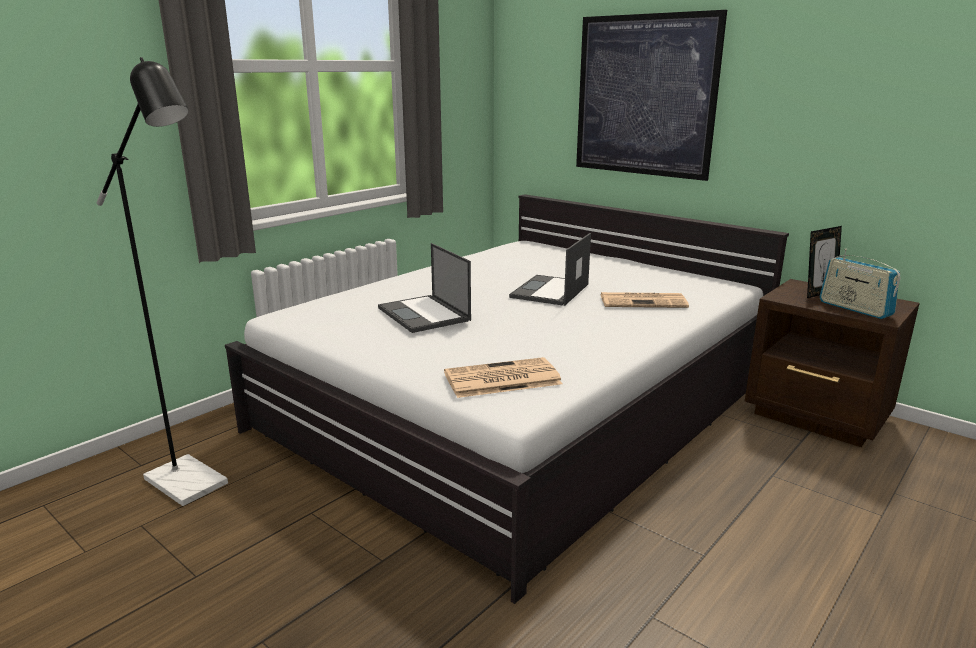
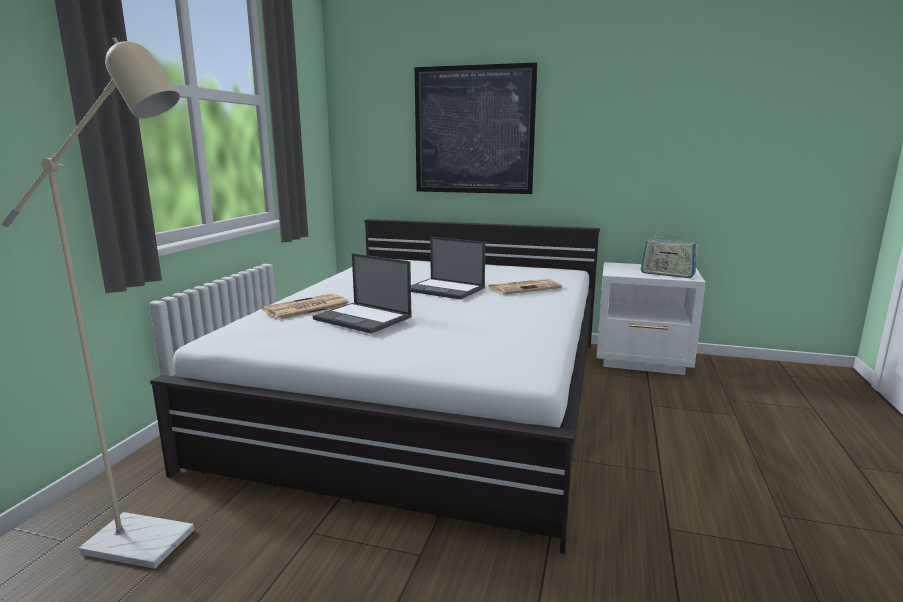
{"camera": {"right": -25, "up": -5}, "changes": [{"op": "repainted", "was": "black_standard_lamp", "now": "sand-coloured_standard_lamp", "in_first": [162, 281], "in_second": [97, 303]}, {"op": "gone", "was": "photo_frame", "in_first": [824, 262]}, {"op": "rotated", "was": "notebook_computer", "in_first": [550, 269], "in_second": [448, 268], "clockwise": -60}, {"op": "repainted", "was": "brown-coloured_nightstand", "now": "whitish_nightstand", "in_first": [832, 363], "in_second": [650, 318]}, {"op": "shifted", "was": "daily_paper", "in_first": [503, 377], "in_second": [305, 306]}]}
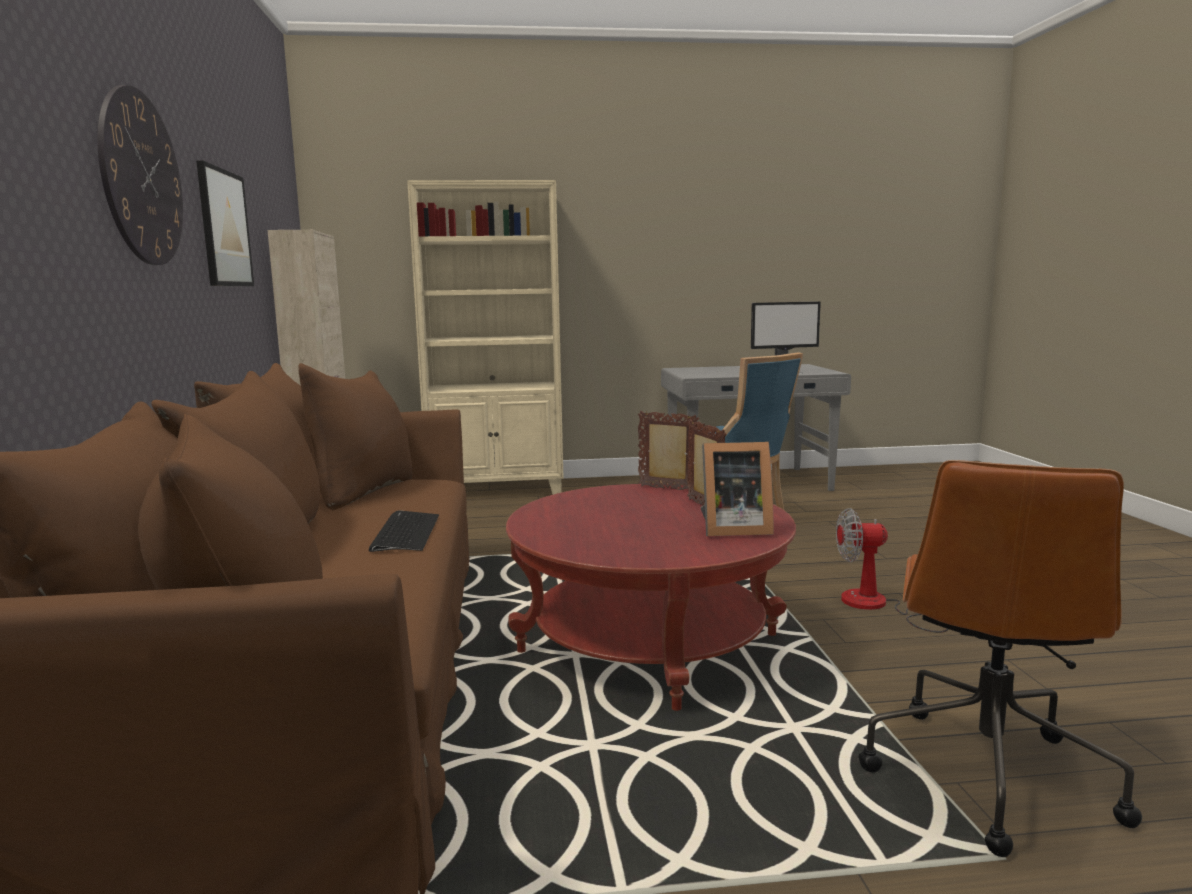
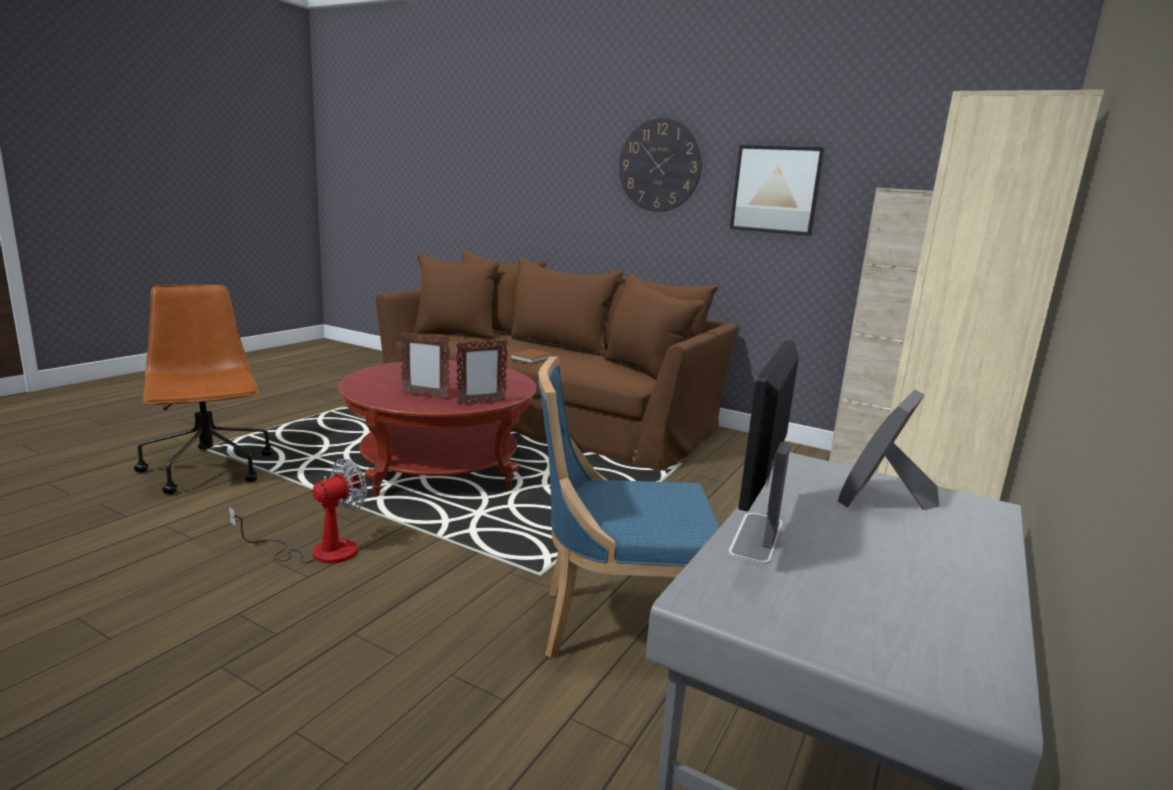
{"camera": {"right": 125, "up": 5}, "changes": [{"op": "shifted", "was": "photo_frame", "in_first": [737, 489], "in_second": [888, 449]}, {"op": "swapped", "was": "PC_keyboard", "now": "brown-coloured_book", "in_first": [404, 531], "in_second": [531, 356]}]}
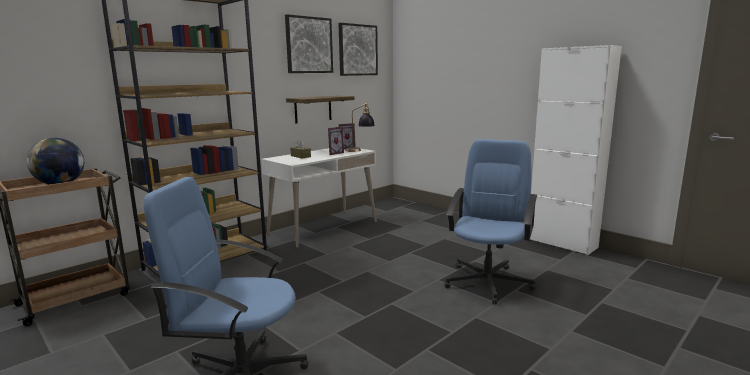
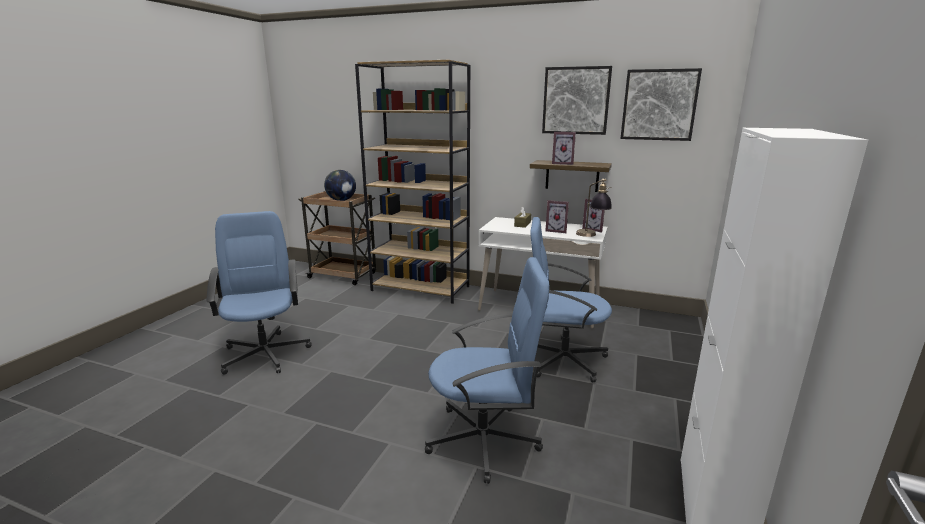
{"camera": {"right": 65, "up": 5}, "changes": [{"op": "new", "now": "photo_frame", "in_second": [564, 148]}, {"op": "new", "now": "bluish_office_chair", "in_second": [571, 300]}]}
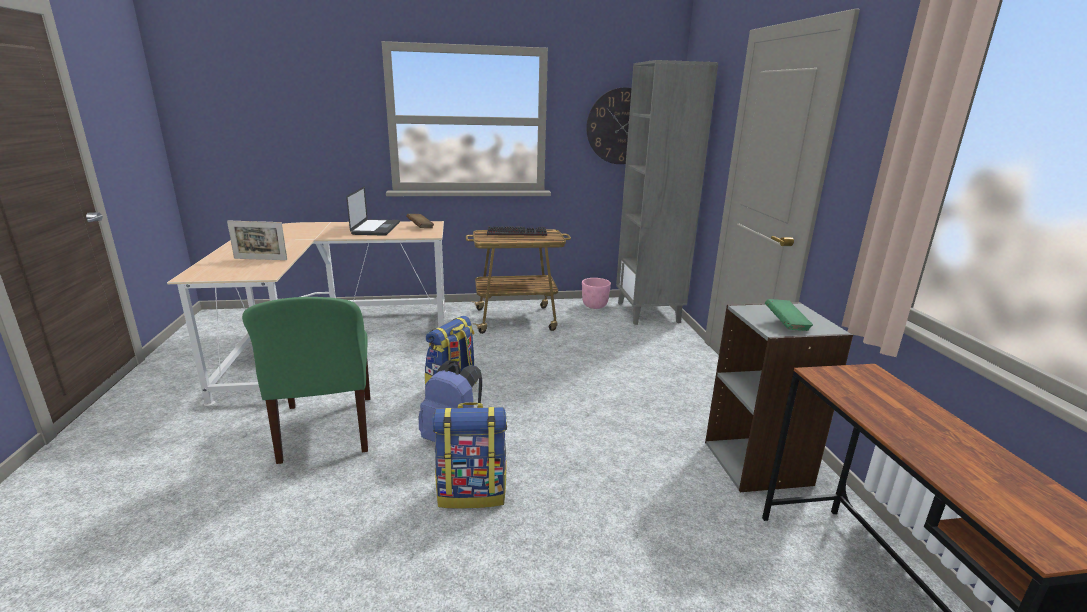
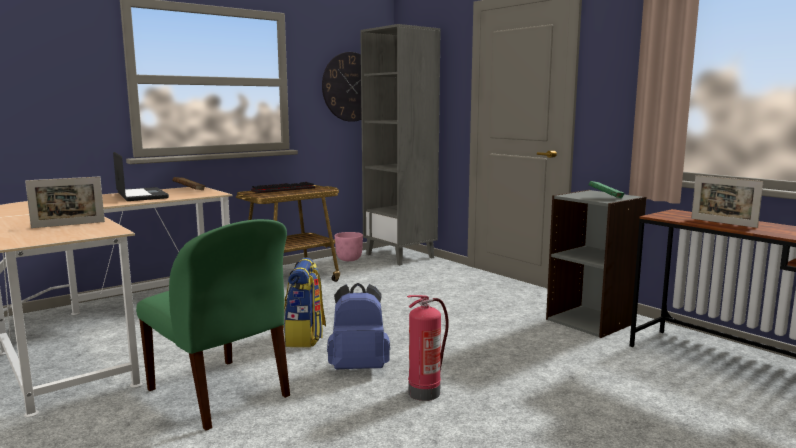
{"camera": {"right": -30, "up": -10}, "changes": [{"op": "swapped", "was": "knapsack", "now": "fire-fighting_cylinder", "in_first": [469, 455], "in_second": [428, 348]}, {"op": "new", "now": "photo_frame", "in_second": [727, 201]}]}
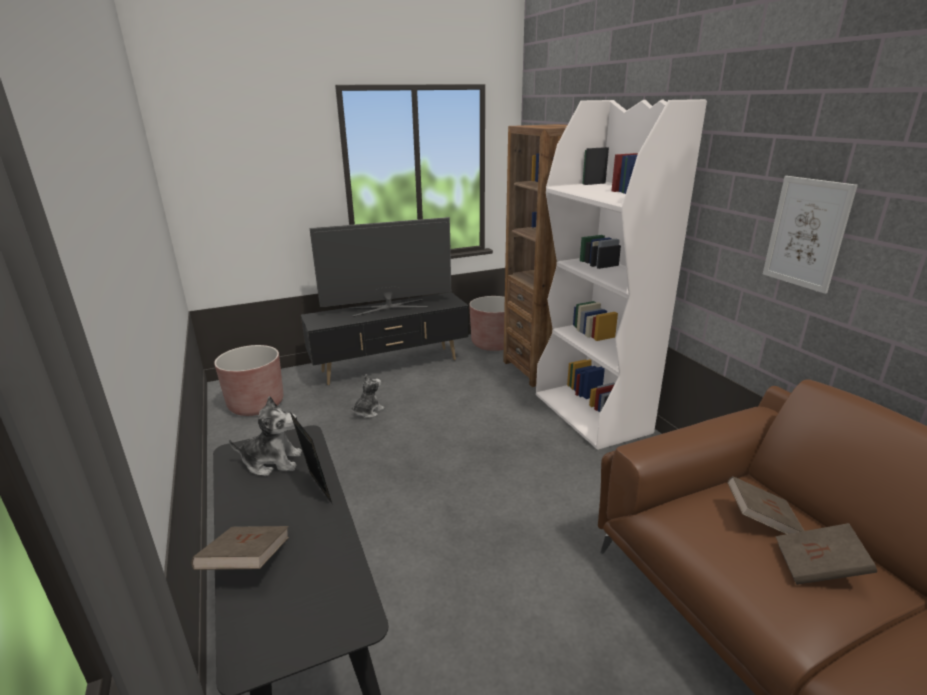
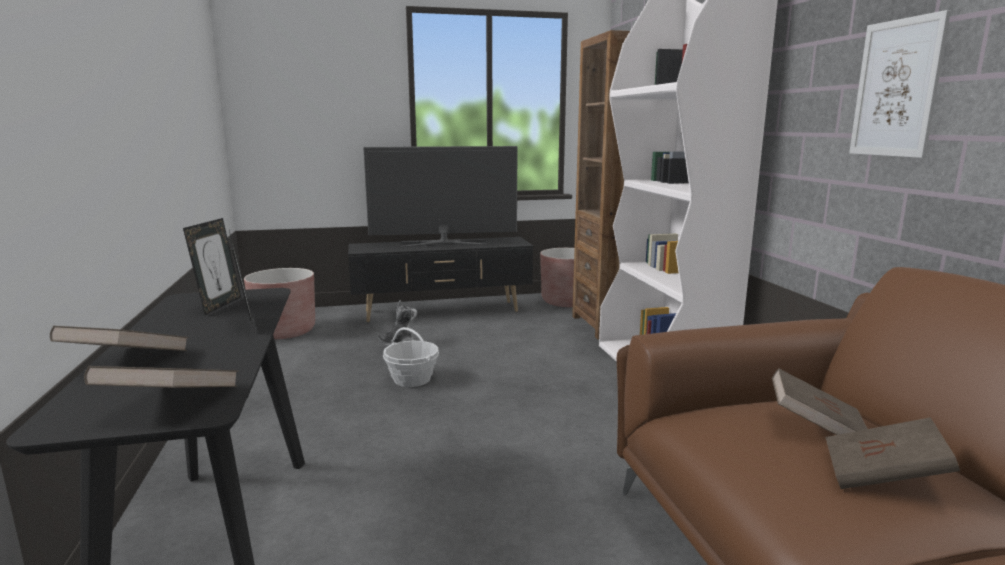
{"camera": {"right": 10, "up": -10}, "changes": [{"op": "swapped", "was": "plush_toy", "now": "photo_frame", "in_first": [265, 436], "in_second": [212, 266]}, {"op": "new", "now": "basket", "in_second": [411, 357]}, {"op": "new", "now": "brown-coloured_book", "in_second": [161, 377]}]}
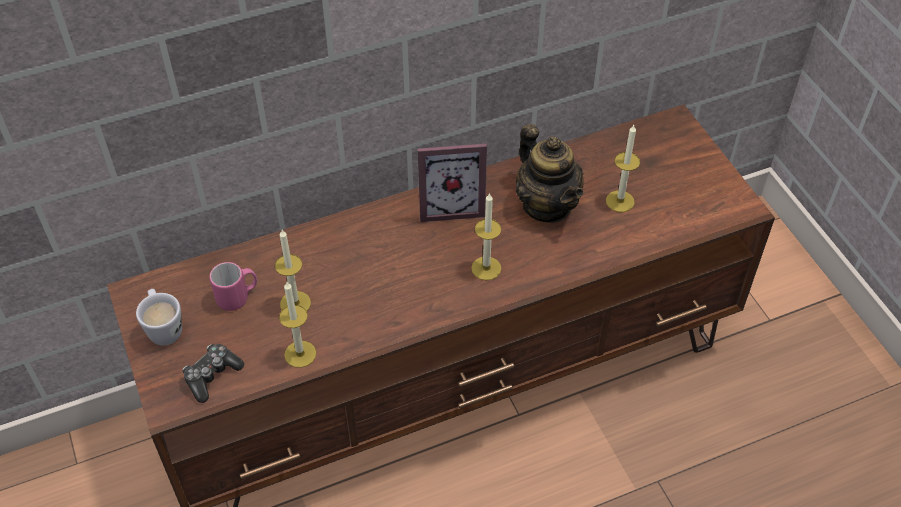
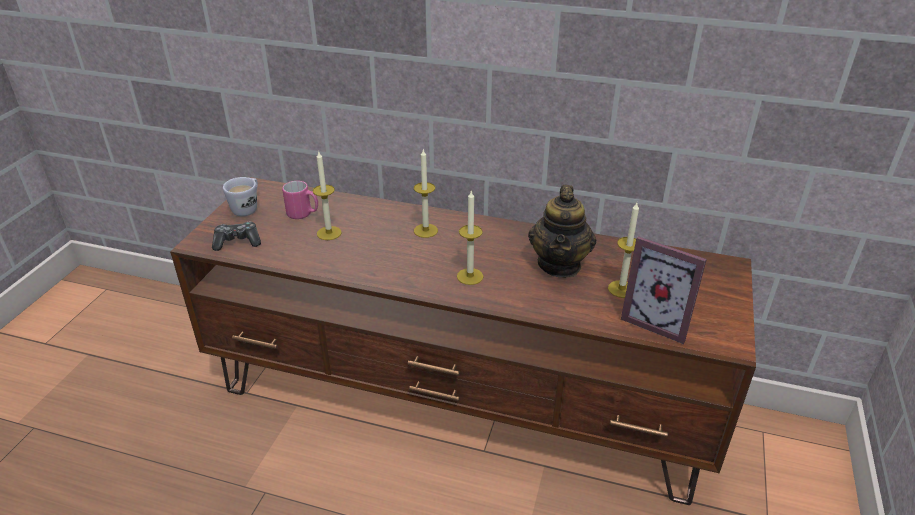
{"camera": {"right": 40, "up": -15}, "changes": [{"op": "shifted", "was": "photo_frame", "in_first": [452, 182], "in_second": [664, 290]}, {"op": "shifted", "was": "wax_light", "in_first": [297, 324], "in_second": [426, 193]}]}
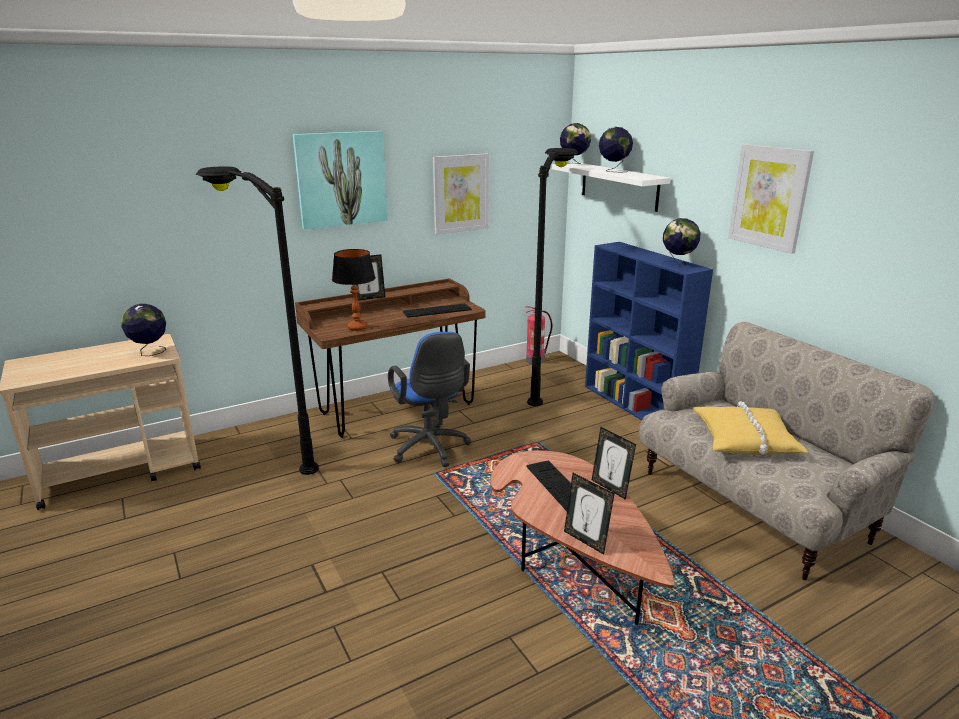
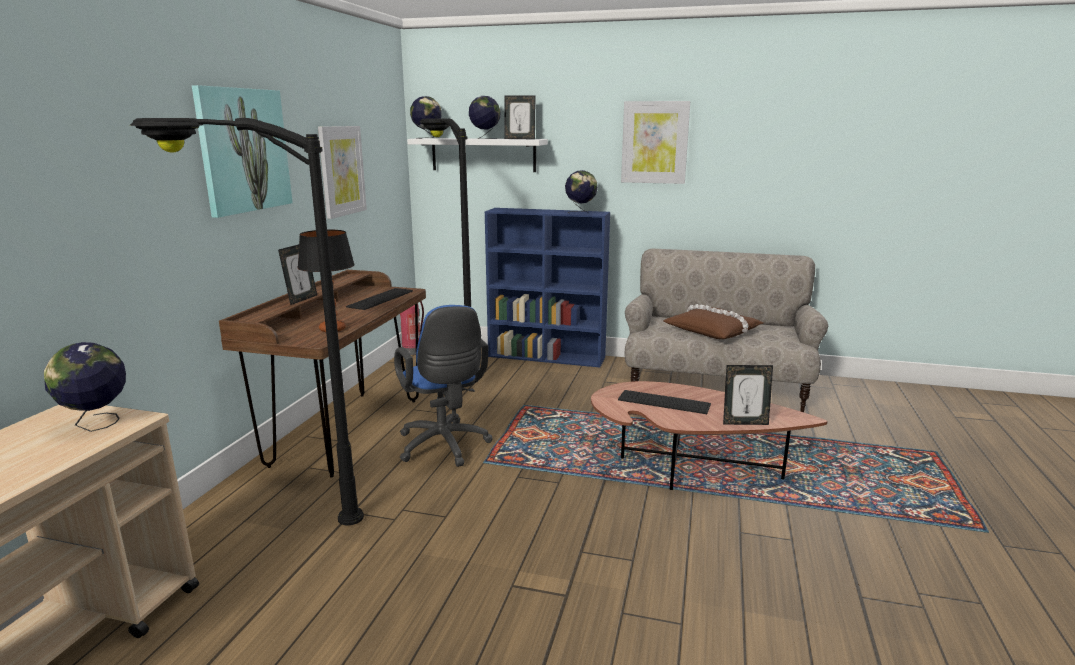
{"camera": {"right": -45, "up": -5}, "changes": [{"op": "rotated", "was": "bluish_office_chair", "in_first": [429, 399], "in_second": [443, 386], "clockwise": 45}, {"op": "repainted", "was": "yellowish_pillow", "now": "brown-coloured_pillow", "in_first": [750, 428], "in_second": [713, 321]}, {"op": "shifted", "was": "photo_frame", "in_first": [614, 463], "in_second": [520, 117]}]}
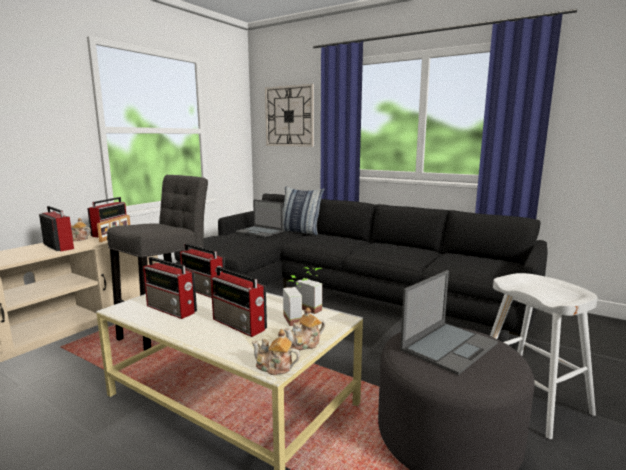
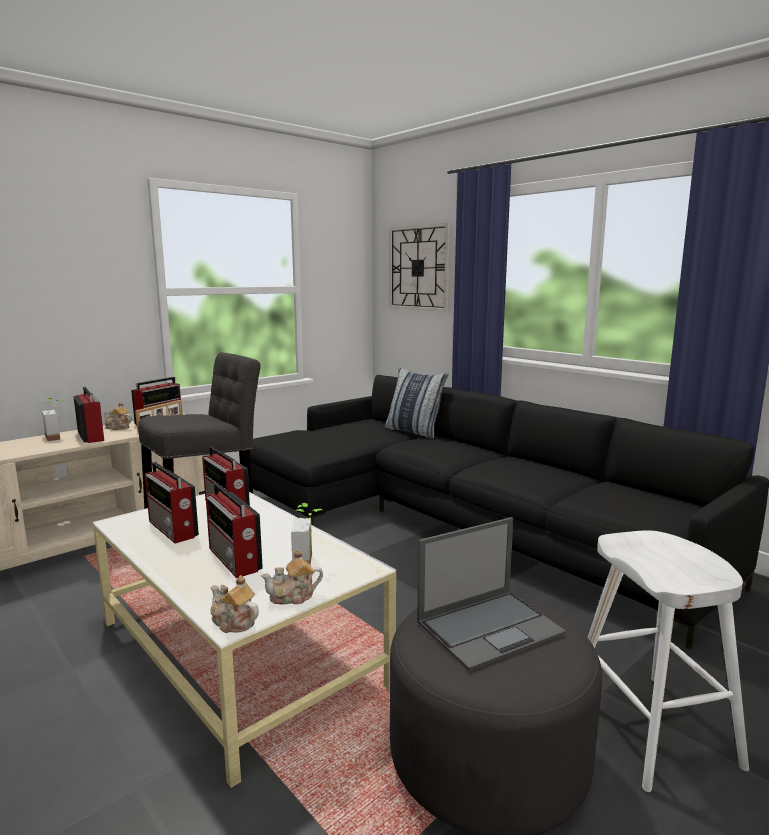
{"camera": {"right": 15, "up": 0}, "changes": [{"op": "gone", "was": "notebook_computer", "in_first": [259, 218]}, {"op": "shifted", "was": "plant_in_a_pot", "in_first": [309, 290], "in_second": [53, 419]}]}
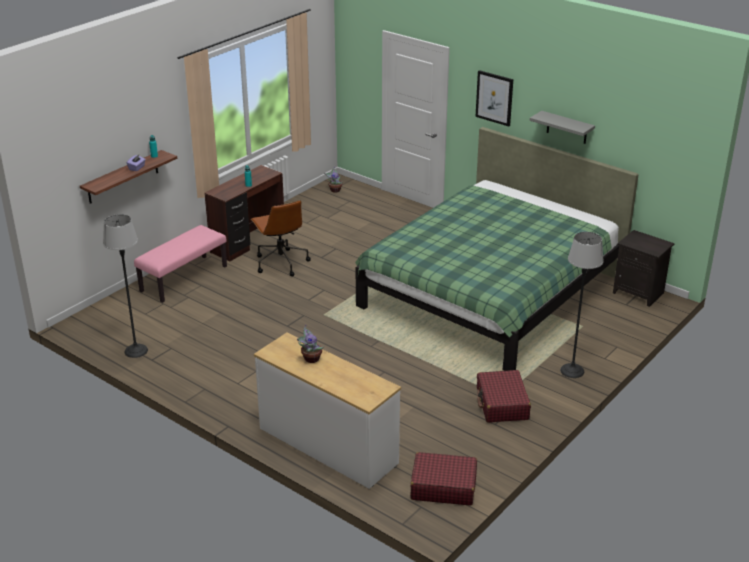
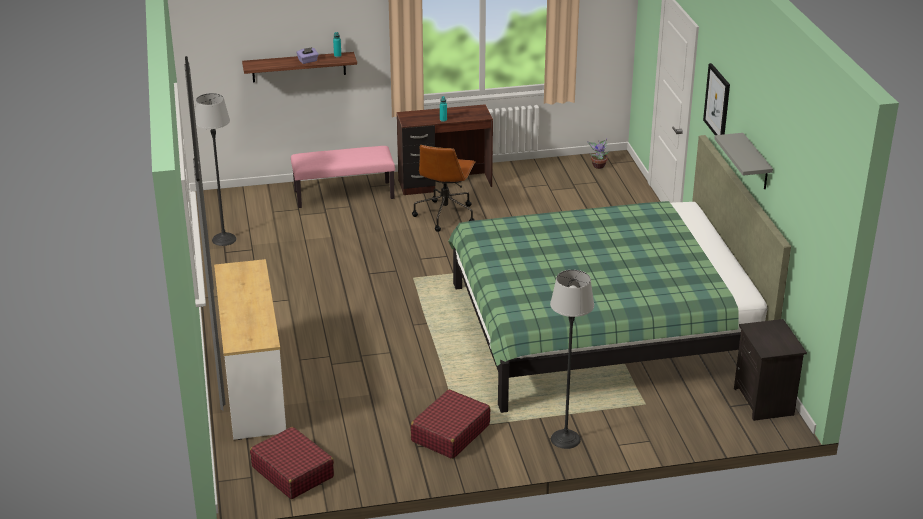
{"camera": {"right": 40, "up": 0}, "changes": [{"op": "gone", "was": "plant_in_a_pot", "in_first": [311, 344]}]}
